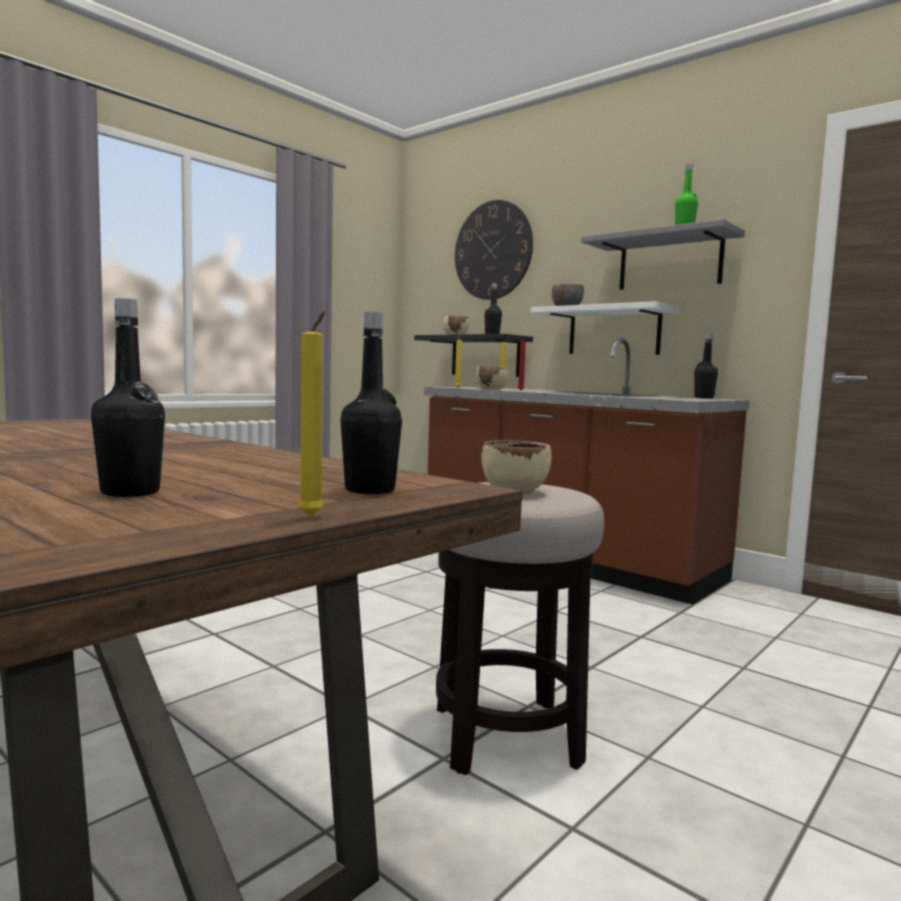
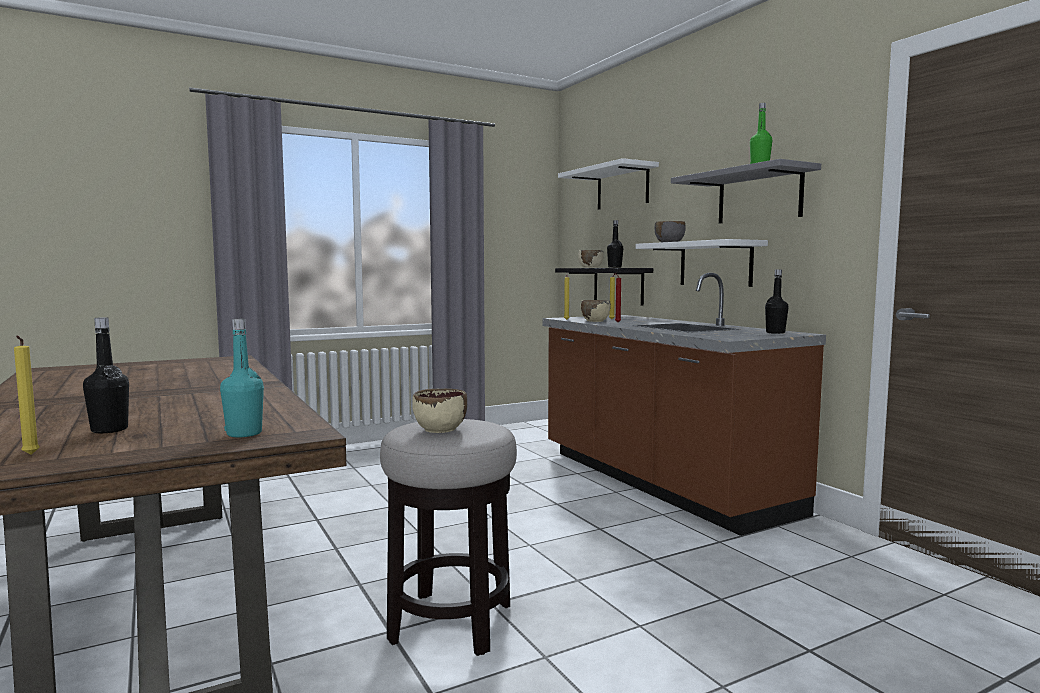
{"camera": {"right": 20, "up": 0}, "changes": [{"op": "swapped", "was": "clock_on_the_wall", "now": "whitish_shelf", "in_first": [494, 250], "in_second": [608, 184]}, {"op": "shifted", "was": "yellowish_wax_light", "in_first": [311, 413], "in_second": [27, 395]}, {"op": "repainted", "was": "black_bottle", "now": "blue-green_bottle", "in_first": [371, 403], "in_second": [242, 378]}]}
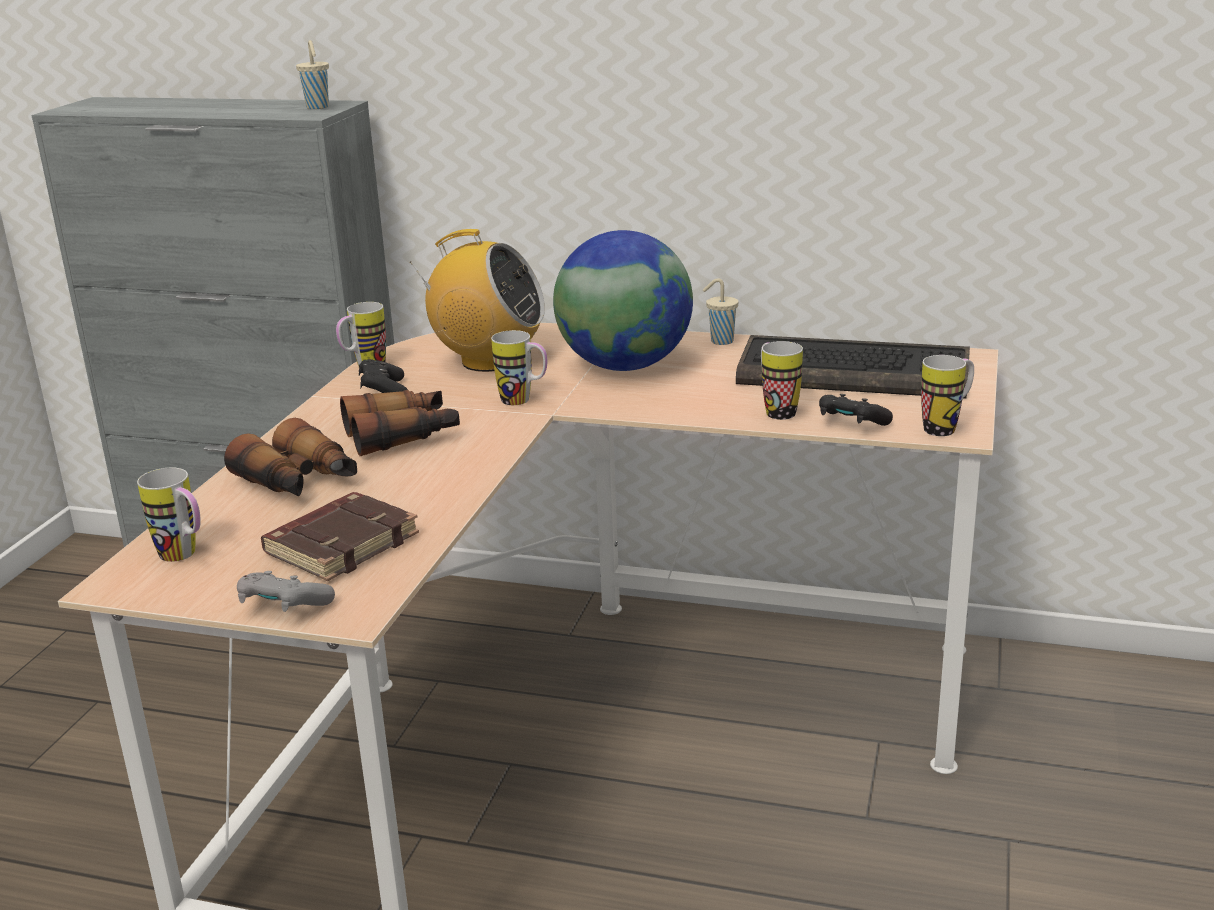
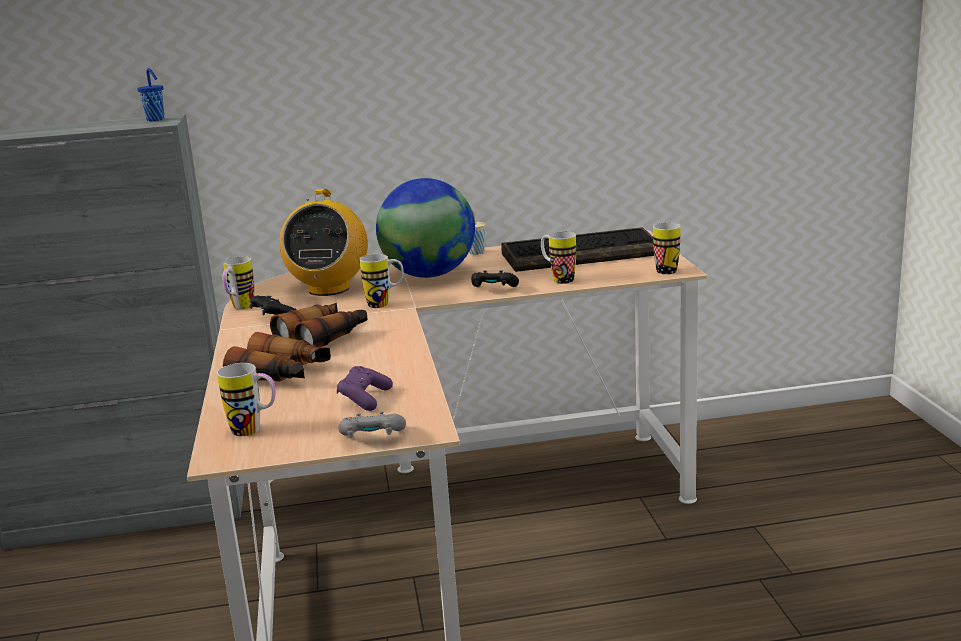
{"camera": {"right": -25, "up": -5}, "changes": [{"op": "repainted", "was": "sand-coloured_small_cup", "now": "bluish_small_cup", "in_first": [312, 74], "in_second": [151, 94]}, {"op": "rotated", "was": "radio", "in_first": [477, 300], "in_second": [323, 242], "clockwise": 105}, {"op": "shifted", "was": "black_gamepad", "in_first": [856, 410], "in_second": [495, 278]}, {"op": "swapped", "was": "brown-coloured_book", "now": "purple_gamepad", "in_first": [340, 536], "in_second": [365, 388]}]}
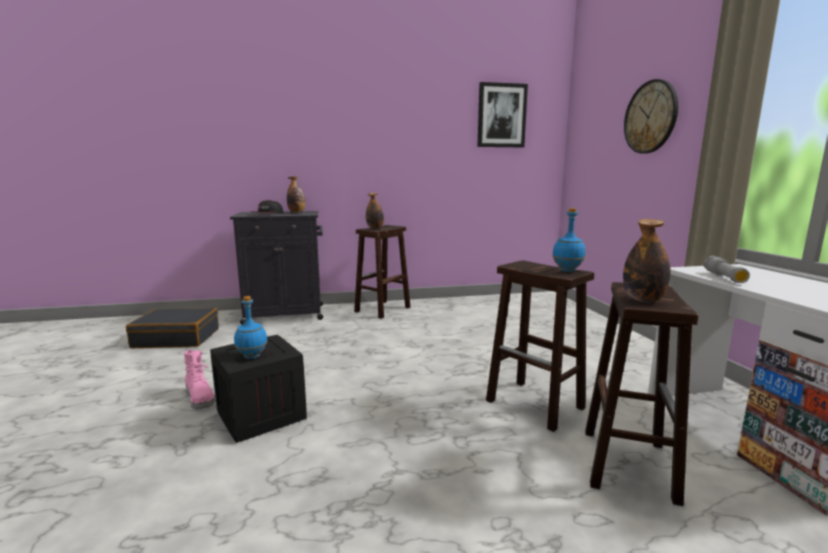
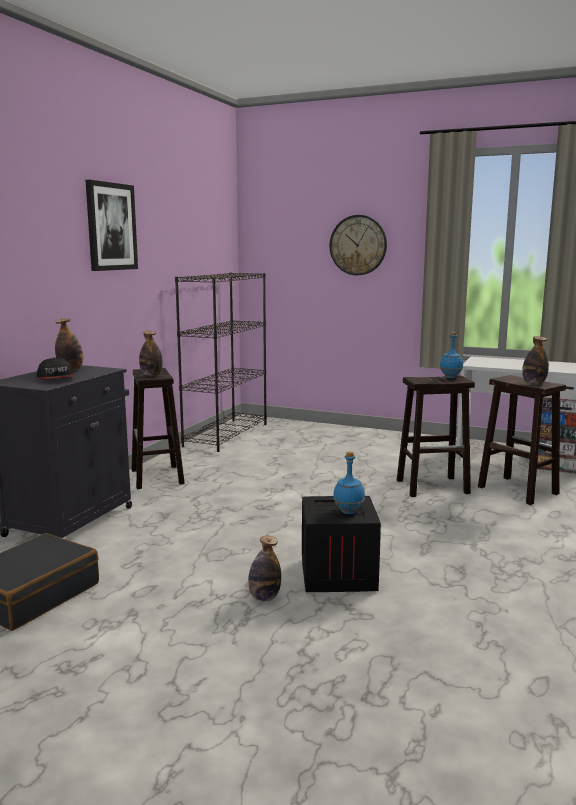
{"camera": {"right": -55, "up": 0}, "changes": [{"op": "shifted", "was": "wall_art", "in_first": [502, 114], "in_second": [112, 225]}, {"op": "gone", "was": "greyish_hand_torch", "in_first": [726, 269]}, {"op": "swapped", "was": "pink_high-top_boot", "now": "bottle", "in_first": [199, 379], "in_second": [264, 568]}, {"op": "new", "now": "black_bookshelf", "in_second": [221, 362]}]}
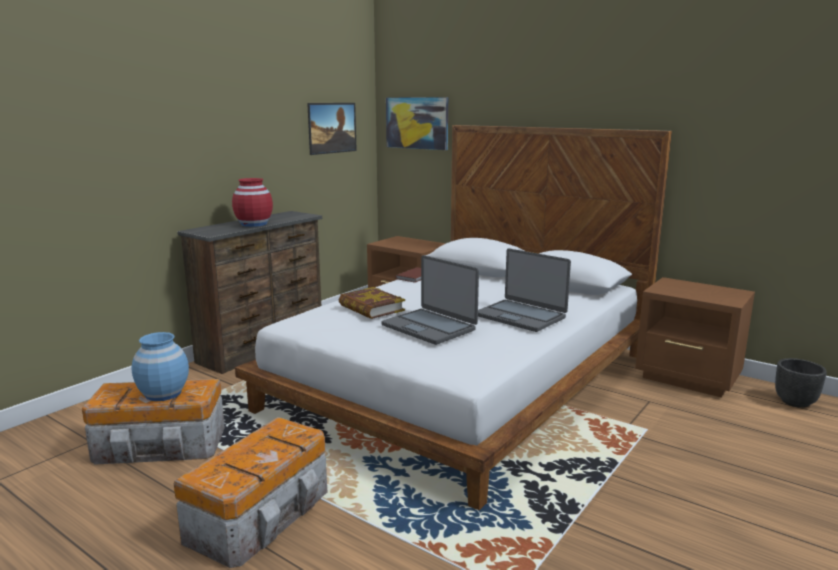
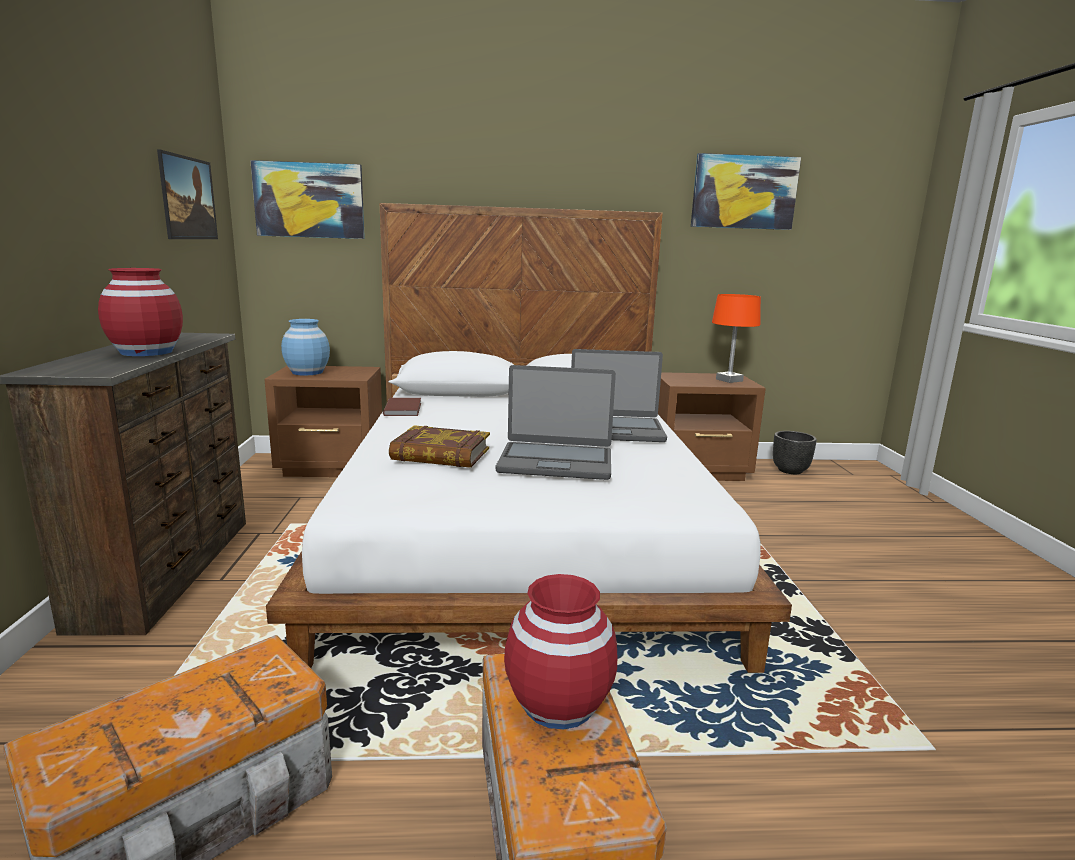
{"camera": {"right": -40, "up": 0}, "changes": [{"op": "shifted", "was": "bluish_decorative_vase", "in_first": [160, 366], "in_second": [305, 347]}, {"op": "new", "now": "wall_art", "in_second": [746, 191]}, {"op": "new", "now": "orange_lamp_for_a_table", "in_second": [736, 338]}, {"op": "new", "now": "reddish_decorative_vase", "in_second": [560, 652]}]}
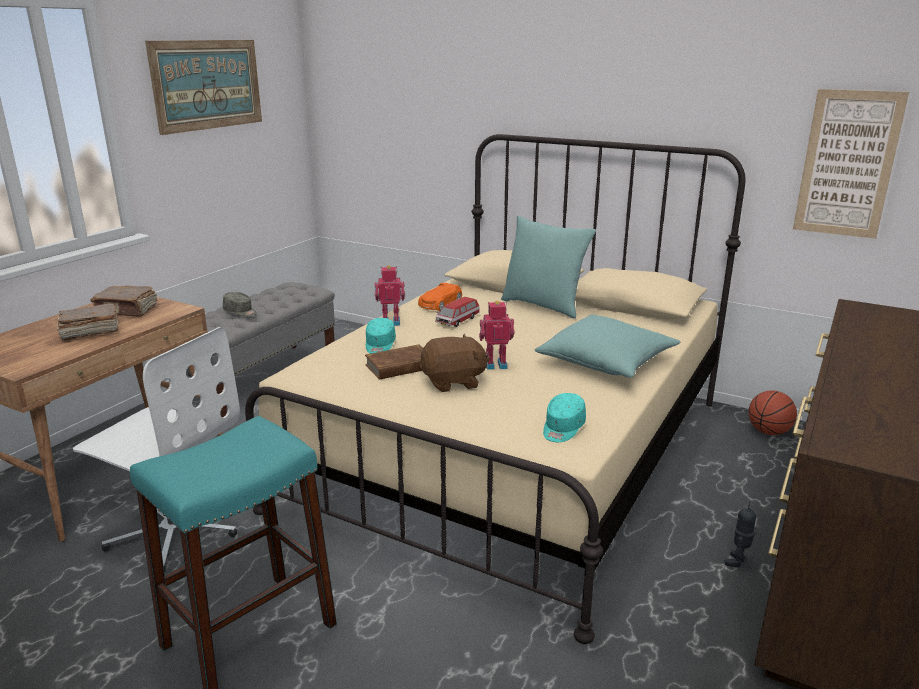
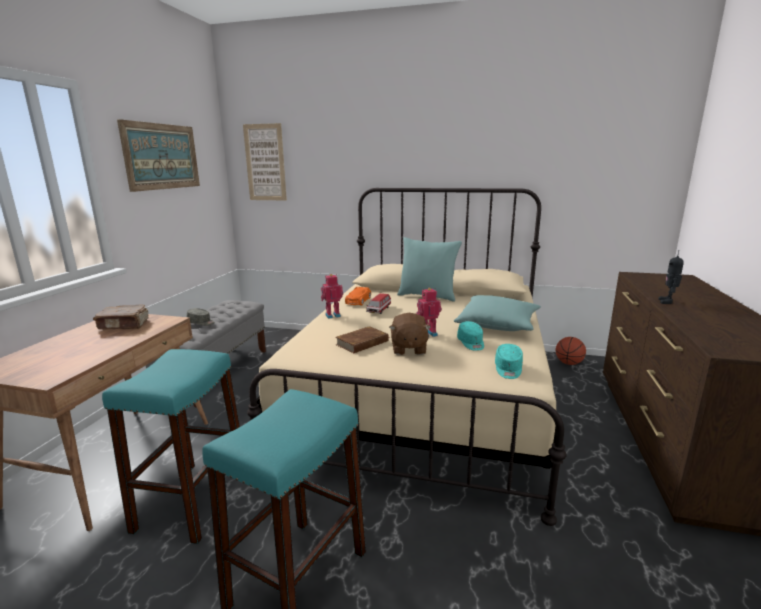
{"camera": {"right": -15, "up": -5}, "changes": [{"op": "shifted", "was": "wall_art", "in_first": [851, 164], "in_second": [265, 161]}, {"op": "gone", "was": "brown-coloured_book", "in_first": [87, 322]}, {"op": "shifted", "was": "blue-green_peaked_cap", "in_first": [381, 336], "in_second": [470, 336]}, {"op": "swapped", "was": "whitish_office_chair", "now": "blue-green_sitting_stool", "in_first": [156, 450], "in_second": [171, 446]}, {"op": "rotated", "was": "brown-coloured_plush_toy", "in_first": [455, 363], "in_second": [410, 334], "clockwise": 120}, {"op": "shifted", "was": "toy_robot", "in_first": [740, 534], "in_second": [671, 277]}]}
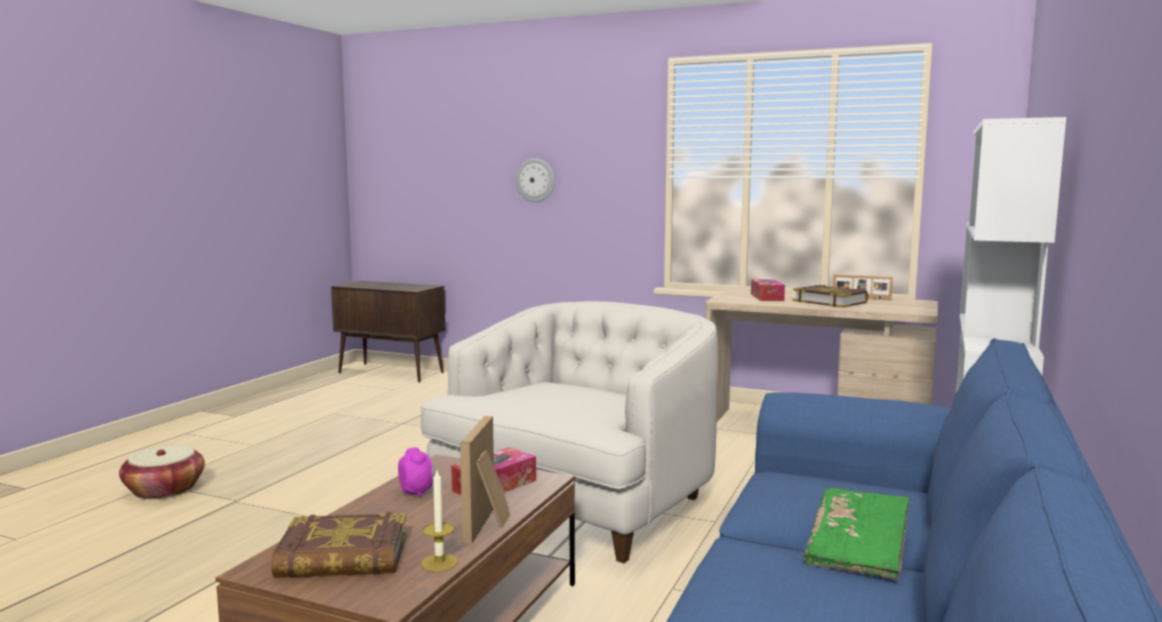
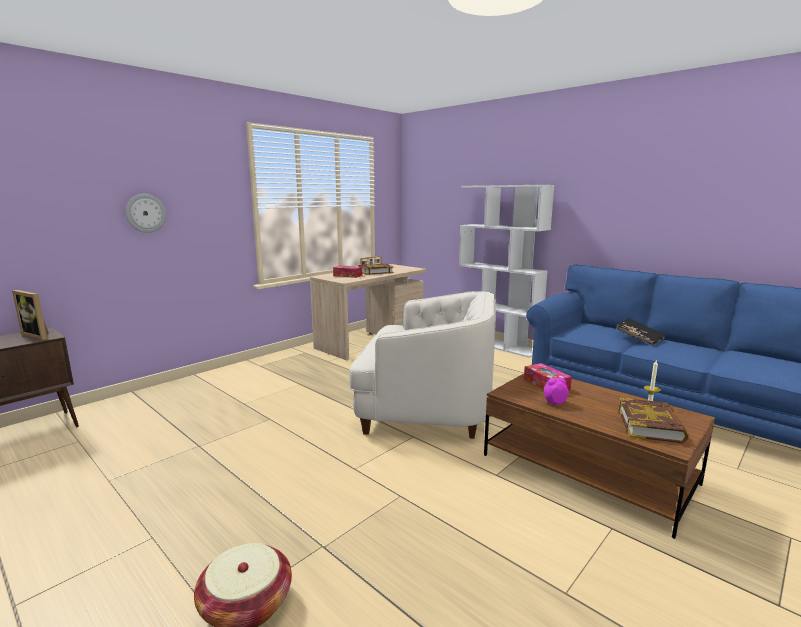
{"camera": {"right": -70, "up": 5}, "changes": [{"op": "rotated", "was": "whitish_easy_chair", "in_first": [569, 432], "in_second": [422, 365], "clockwise": 135}, {"op": "shifted", "was": "photo_frame", "in_first": [485, 480], "in_second": [30, 315]}, {"op": "repainted", "was": "green_book", "now": "black_book", "in_first": [856, 534], "in_second": [641, 332]}]}
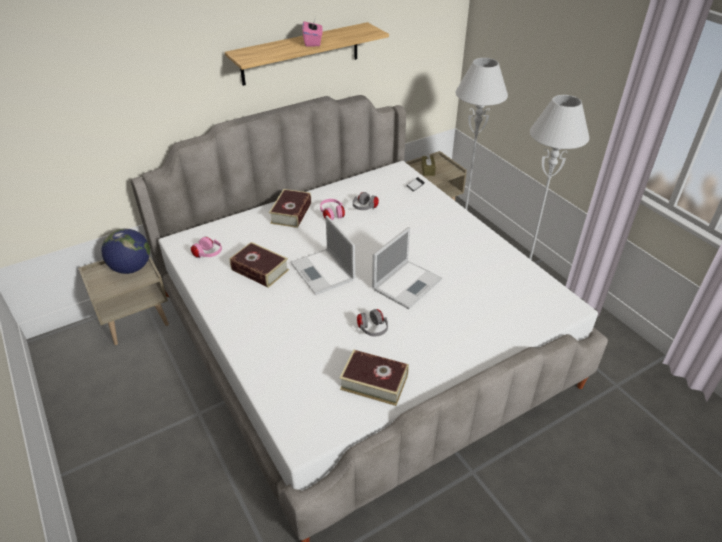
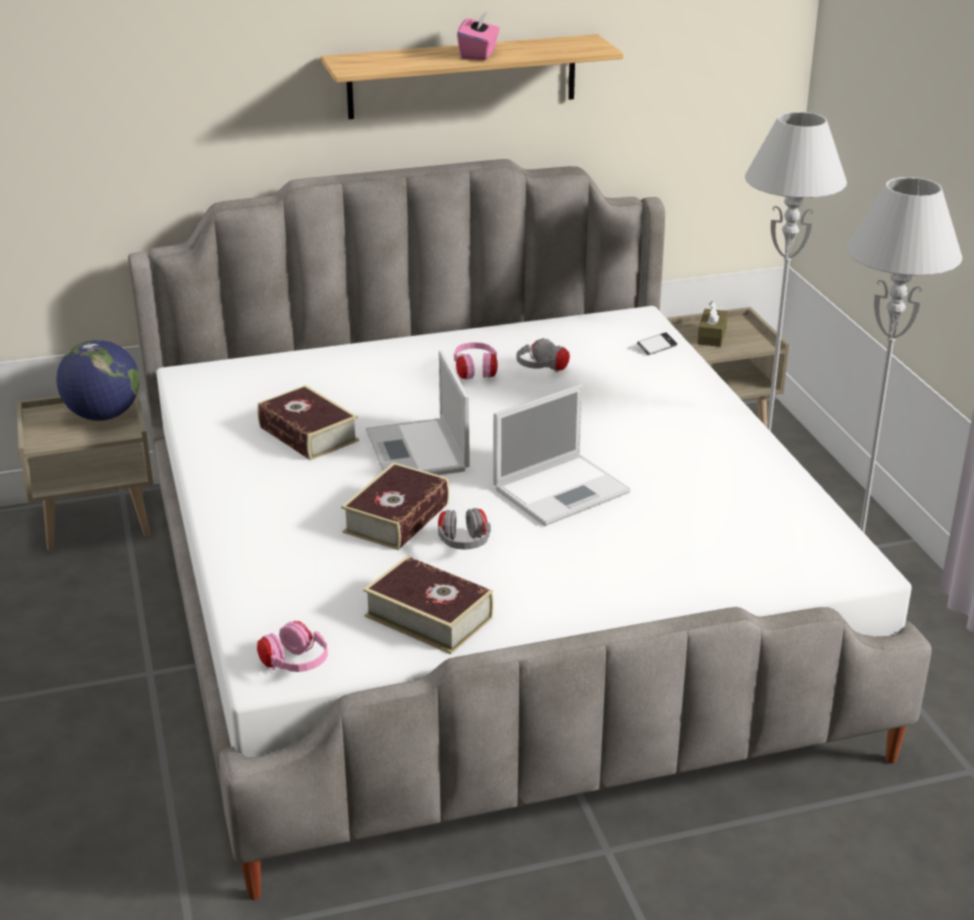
{"camera": {"right": 15, "up": -10}, "changes": [{"op": "shifted", "was": "book", "in_first": [290, 208], "in_second": [395, 506]}, {"op": "shifted", "was": "pink_headphones", "in_first": [206, 247], "in_second": [292, 646]}]}
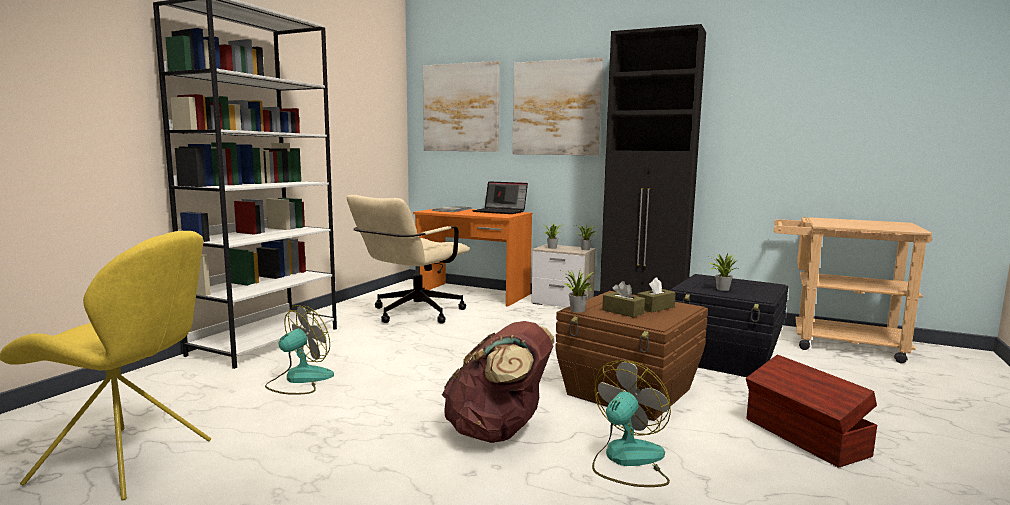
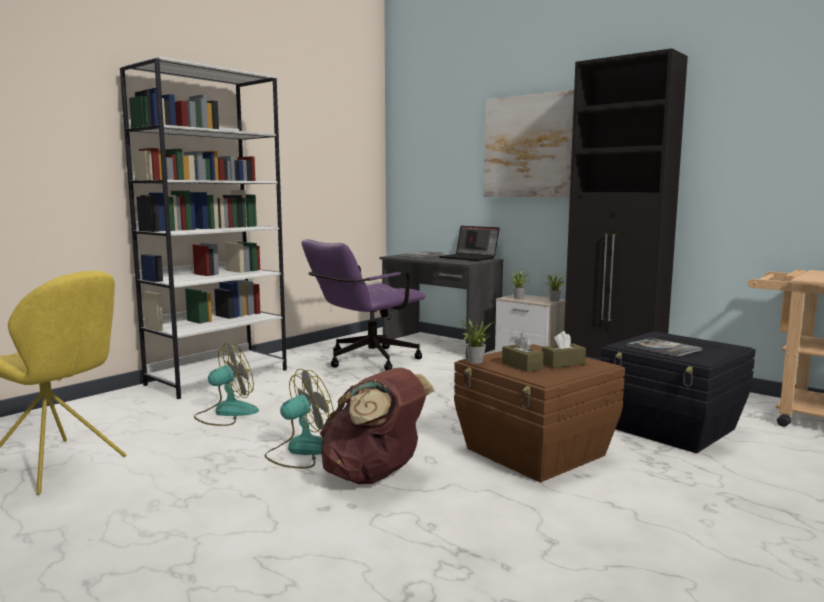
{"camera": {"right": 15, "up": 0}, "changes": [{"op": "gone", "was": "wall_art", "in_first": [461, 106]}, {"op": "repainted", "was": "sand-coloured_office_chair", "now": "purple_office_chair", "in_first": [408, 259], "in_second": [363, 304]}, {"op": "repainted", "was": "orange_desk_unit", "now": "greyish_desk_unit", "in_first": [472, 258], "in_second": [441, 306]}, {"op": "swapped", "was": "plant_in_a_pot", "now": "book", "in_first": [724, 272], "in_second": [664, 347]}, {"op": "gone", "was": "brown-coloured_storage_container", "in_first": [811, 411]}, {"op": "shifted", "was": "electric_fan", "in_first": [631, 423], "in_second": [299, 418]}]}
